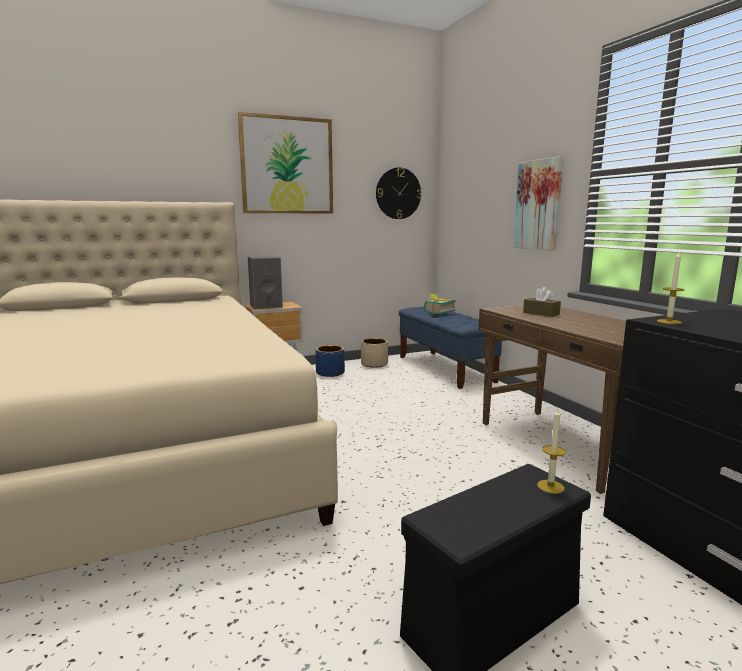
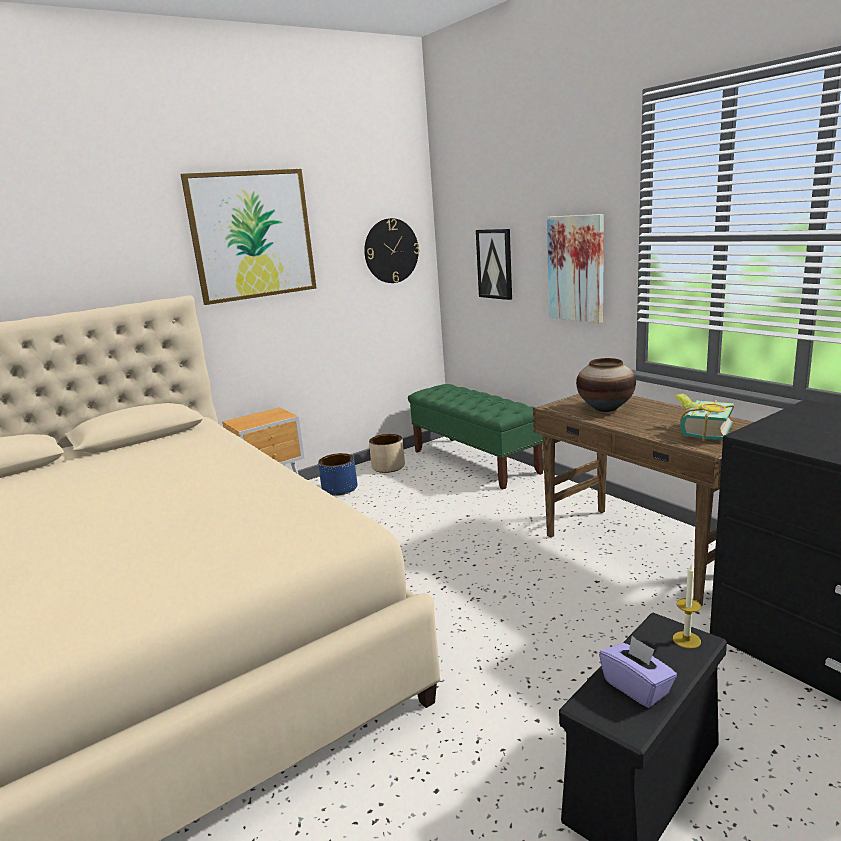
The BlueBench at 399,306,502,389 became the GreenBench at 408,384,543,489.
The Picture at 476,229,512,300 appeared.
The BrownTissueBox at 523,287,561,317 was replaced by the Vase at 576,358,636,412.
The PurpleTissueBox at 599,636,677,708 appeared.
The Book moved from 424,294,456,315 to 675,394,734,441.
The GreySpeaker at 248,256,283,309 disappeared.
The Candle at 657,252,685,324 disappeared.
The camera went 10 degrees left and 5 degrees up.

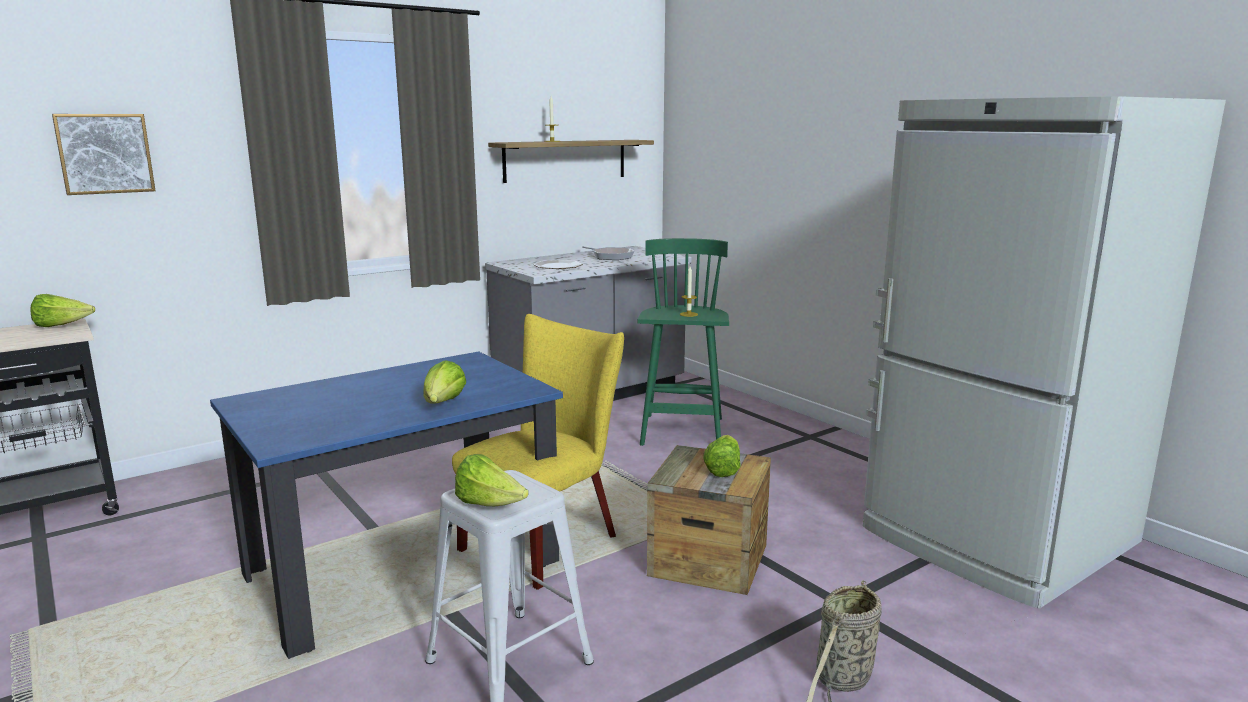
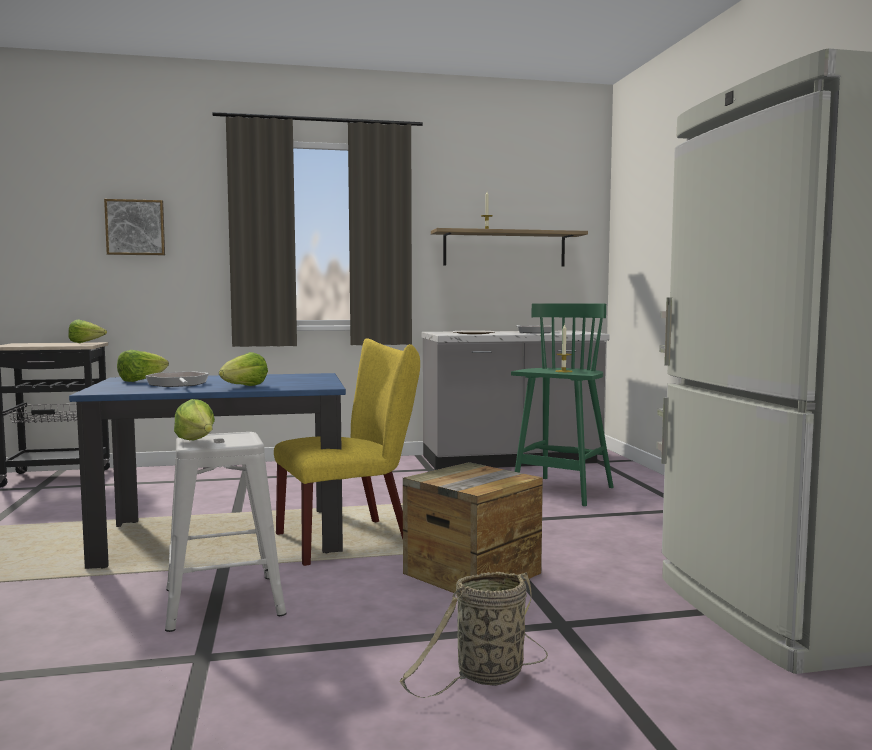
The Lettuce moved from 703,435,741,477 to 117,350,169,382.
The FryingPan at 145,371,209,387 appeared.
The camera went 25 degrees right and 10 degrees down.

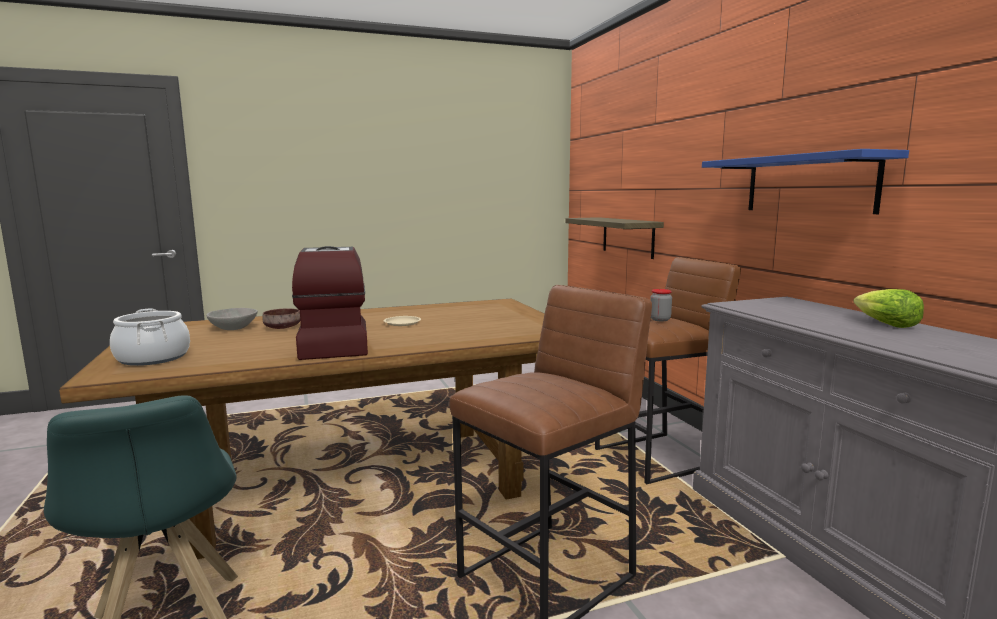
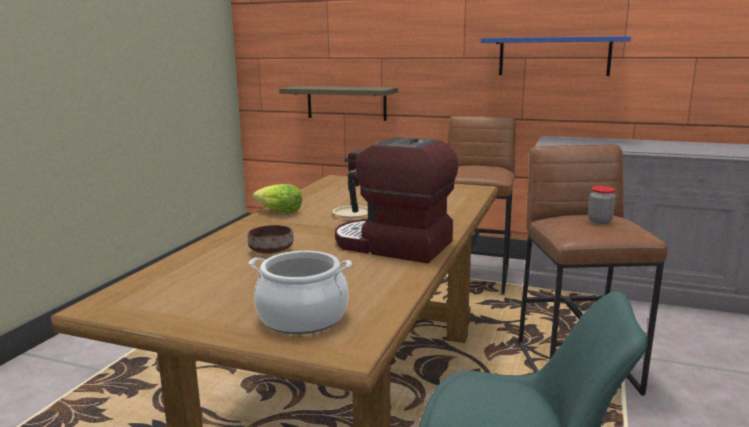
The Lettuce moved from 854,289,924,328 to 253,184,302,214.
The Jar moved from 650,289,672,321 to 588,186,616,224.
The GreyBowl at 206,308,258,330 disappeared.
The camera went 50 degrees left and 5 degrees up.

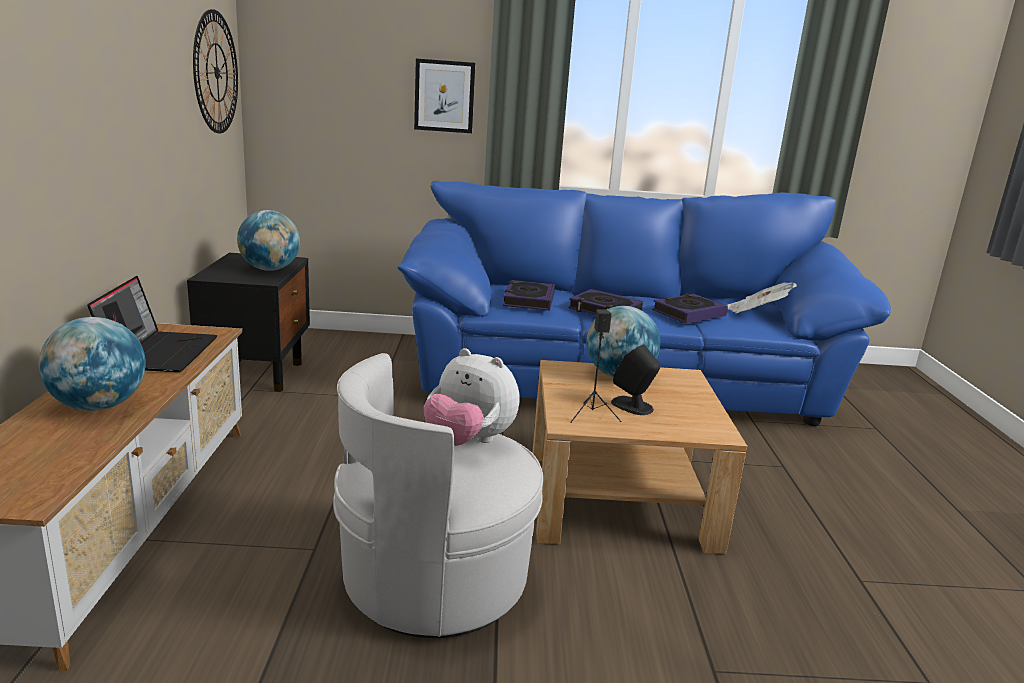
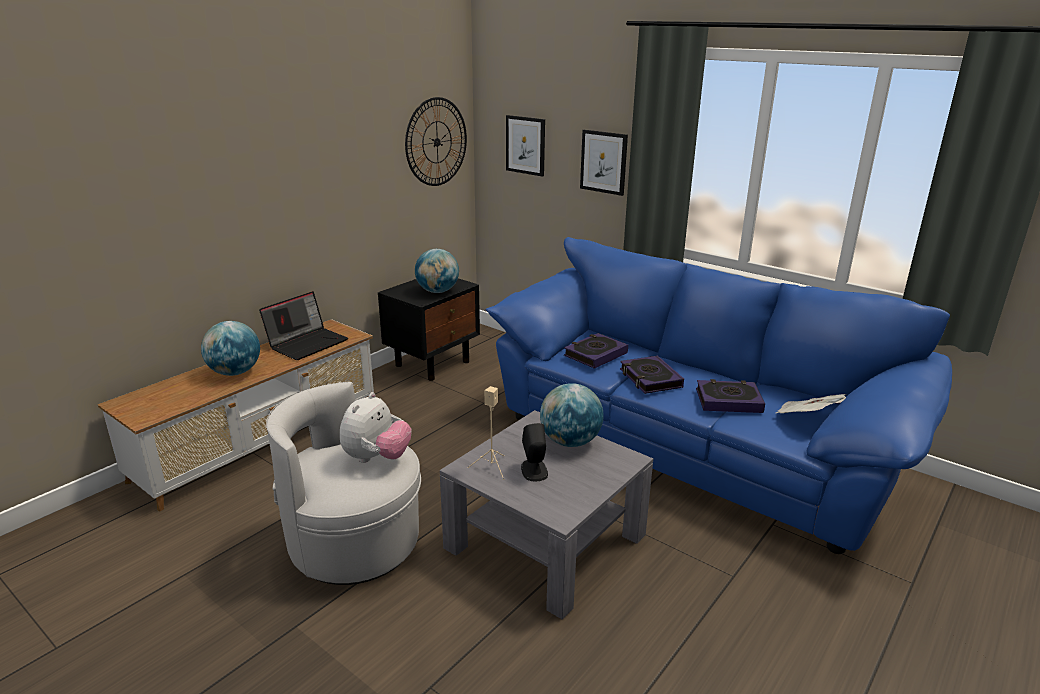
The PlushToy at 424,348,519,446 turned 135 degrees counterclockwise.
The BrownCoffeeTable at 533,360,747,554 became the GreyCoffeeTable at 440,410,653,619.
The BlackSpeaker at 570,309,621,423 became the BeigeSpeaker at 468,386,504,480.
The Picture at 506,115,545,176 appeared.
The camera went 40 degrees right and 5 degrees up.

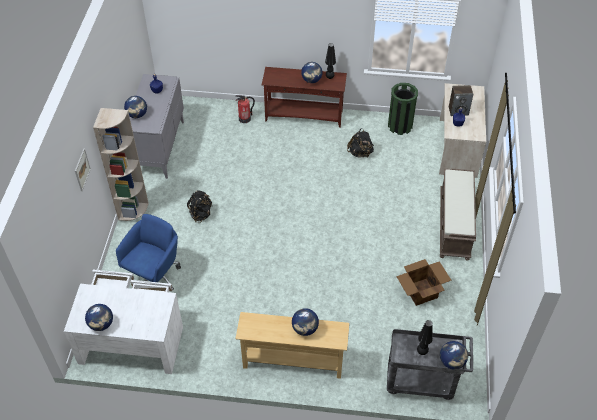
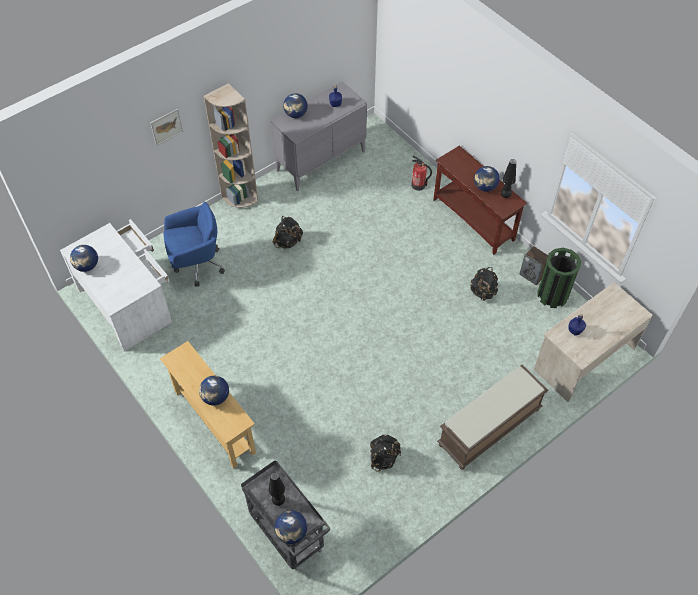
The CardboardBox at 396,259,451,306 was replaced by the BlackBackpack at 370,434,401,471.
The Speaker moved from 449,85,473,116 to 520,246,548,285.
The camera went 45 degrees right and 5 degrees up.

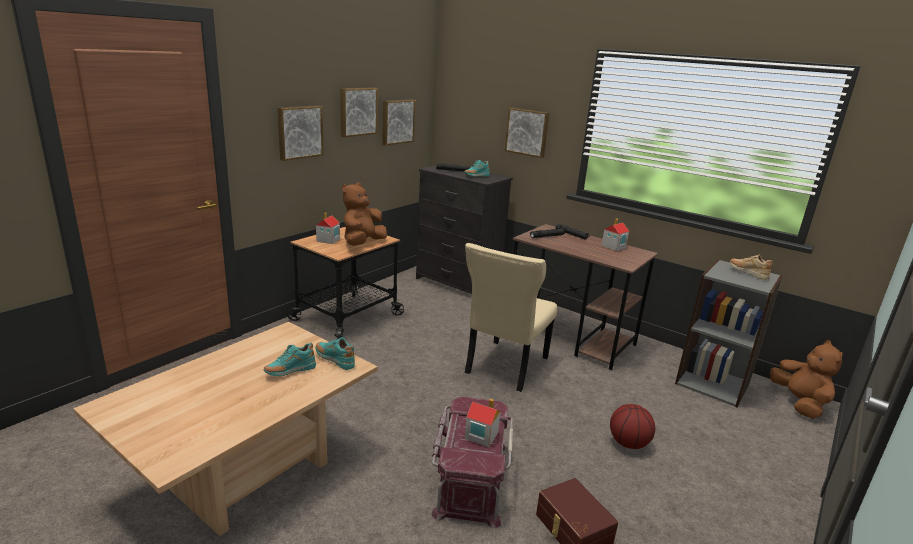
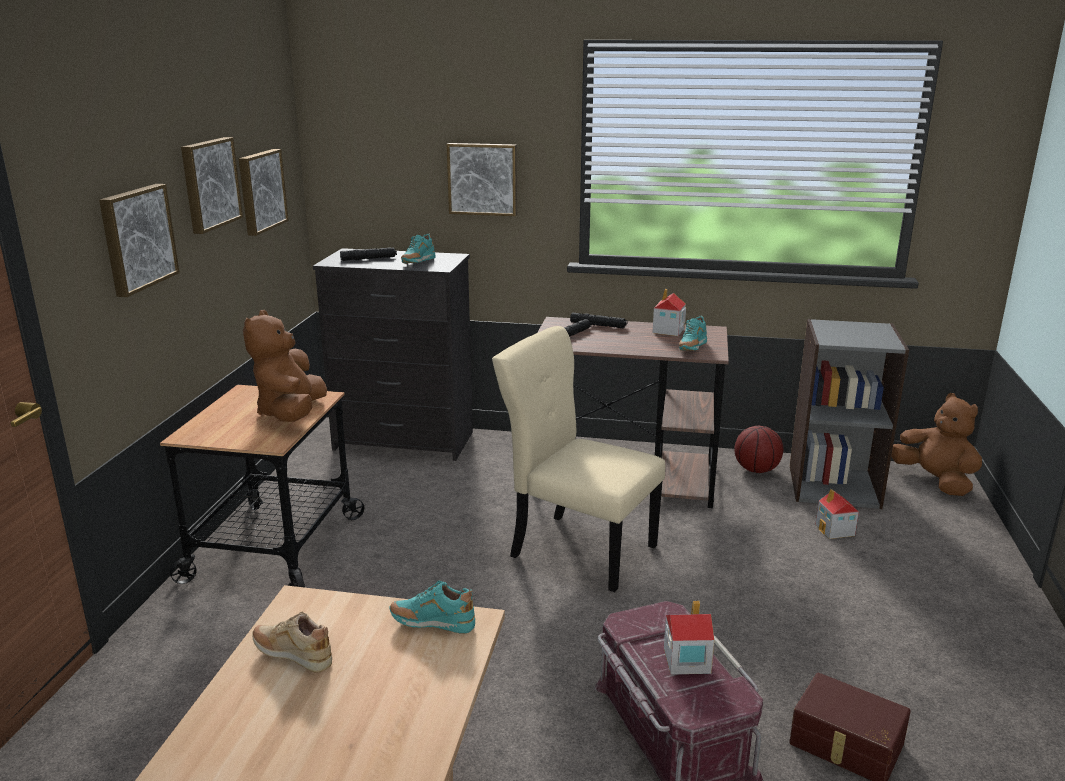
The BeigeShoe moved from 730,255,773,280 to 252,612,332,673.
The BeigeChair at 465,243,557,392 turned 120 degrees clockwise.
The TurquoiseShoe moved from 263,343,316,376 to 679,316,707,350.
The Basketball moved from 610,404,655,449 to 734,426,783,473.
The ToyHouse moved from 316,212,340,244 to 816,489,859,539.
The camera went 25 degrees left and 0 degrees up.

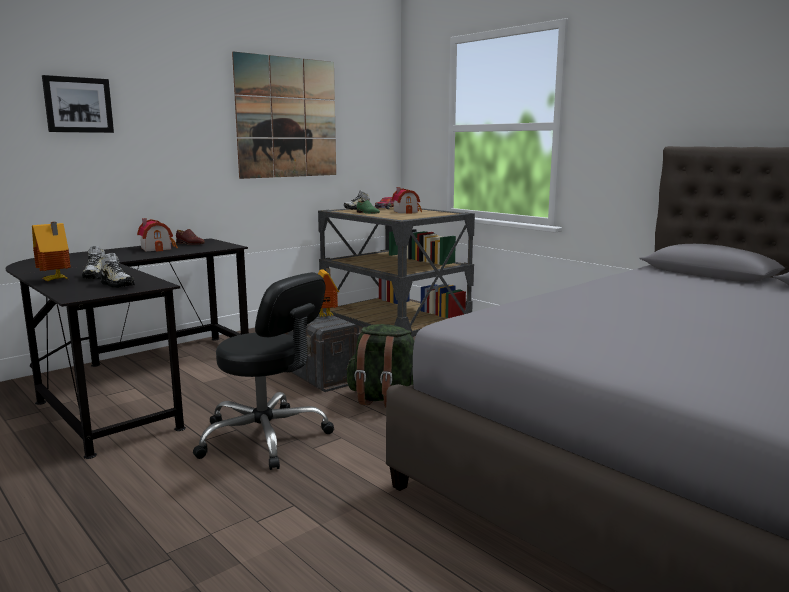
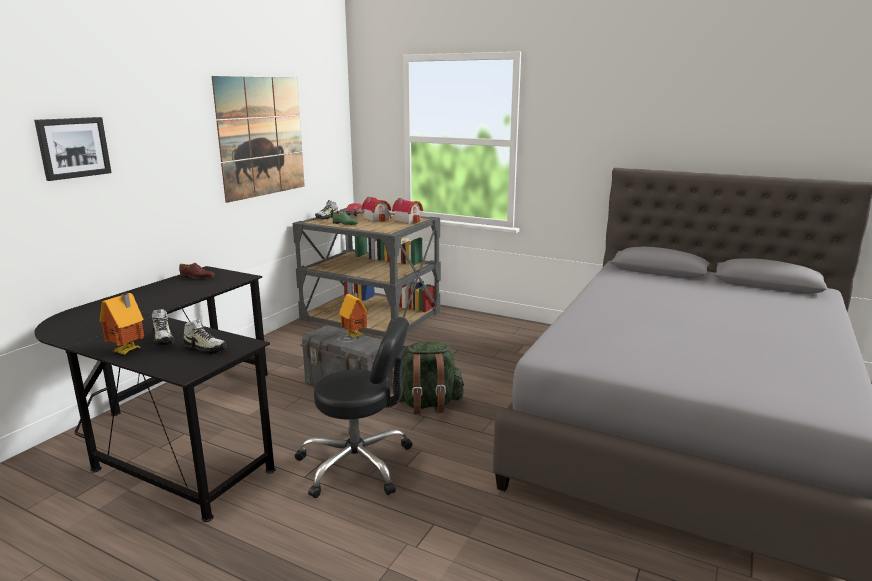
The ToyHouse moved from 137,218,178,252 to 392,198,423,224.
The camera went 20 degrees left and 5 degrees up.

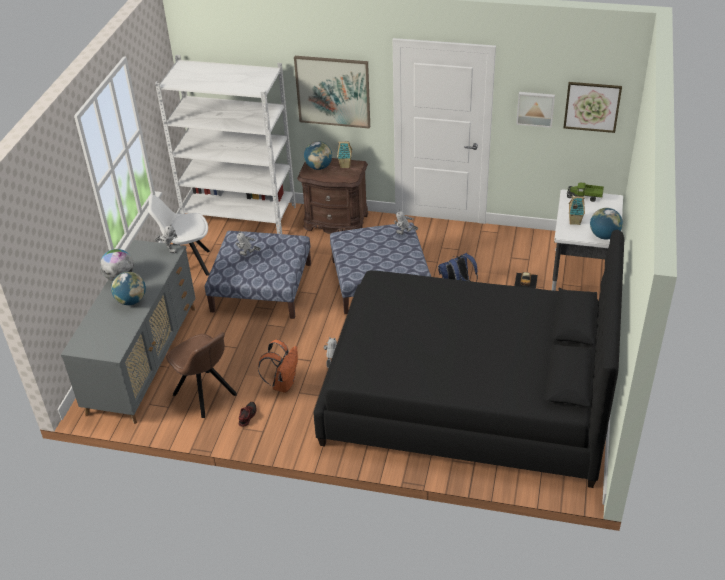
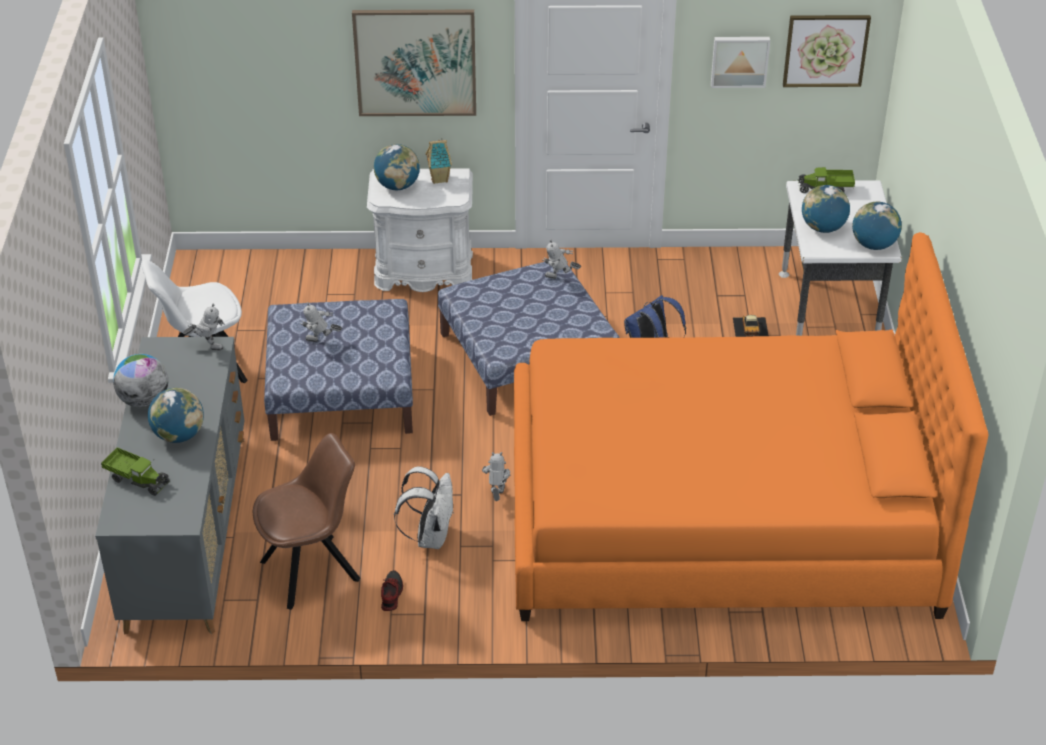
The ToyTruck at 101,447,170,496 appeared.
The BrownChair at 166,332,237,418 turned 60 degrees counterclockwise.
The BrownNightstand at 297,158,369,234 became the WhiteNightstand at 367,168,473,292.
The OrangeBackpack at 258,339,298,393 became the WhiteBackpack at 394,467,454,549.
The BlackBed at 314,230,624,488 became the OrangeBed at 514,232,989,621.
The ToyHouse at 568,196,585,225 was replaced by the Globe at 802,185,850,233.
The WhiteBookcase at 155,55,296,234 disappeared.
The camera went 15 degrees left and 0 degrees up.

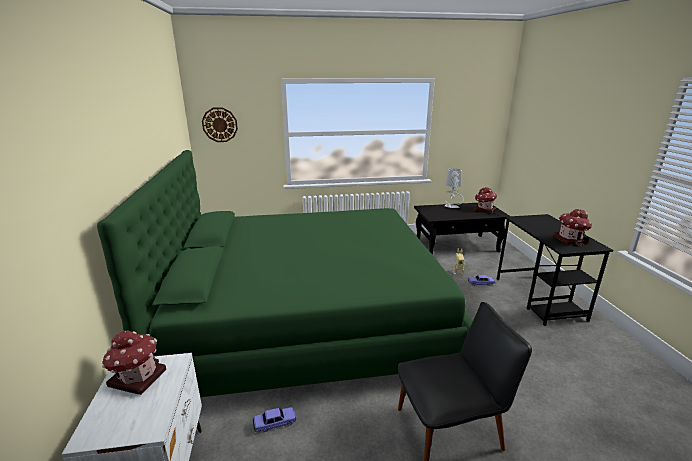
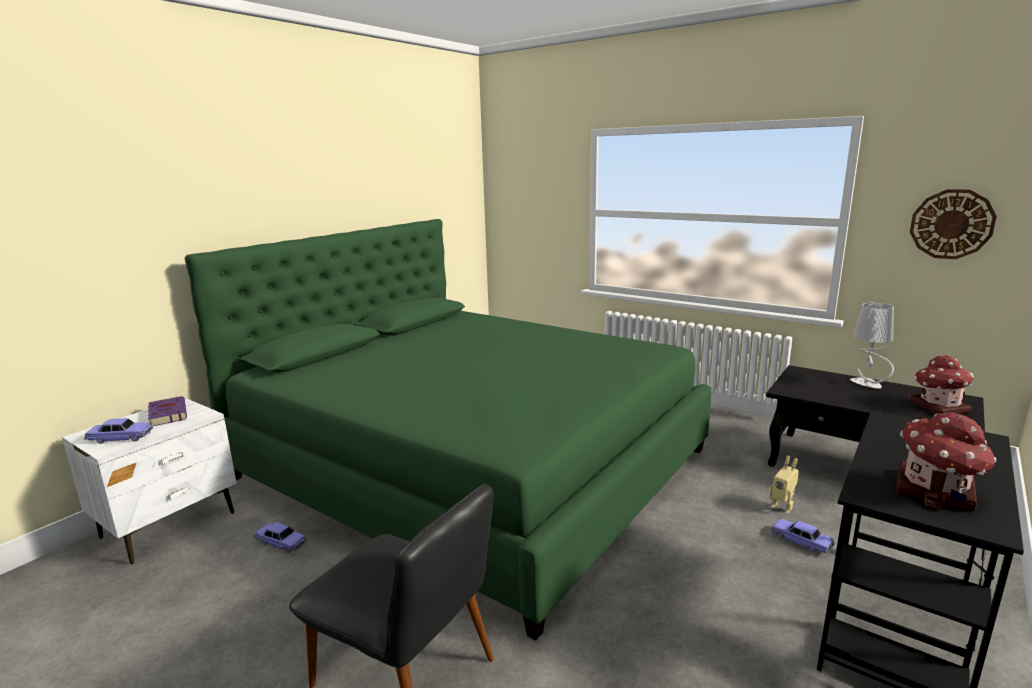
The ToyCar at 84,418,153,444 appeared.
The ToyHouse at 102,331,166,395 was replaced by the PurpleBook at 148,396,187,427.
The WallClock moved from 202,107,238,142 to 910,189,997,259.
The camera went 45 degrees right and 5 degrees down.

